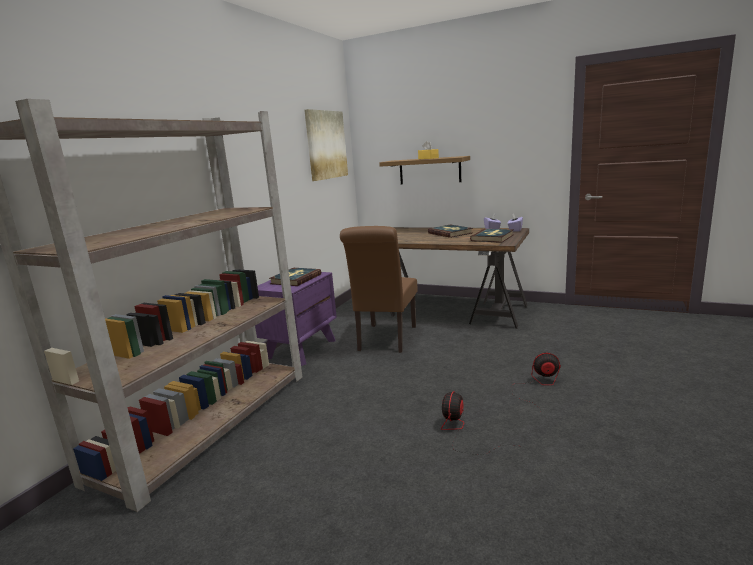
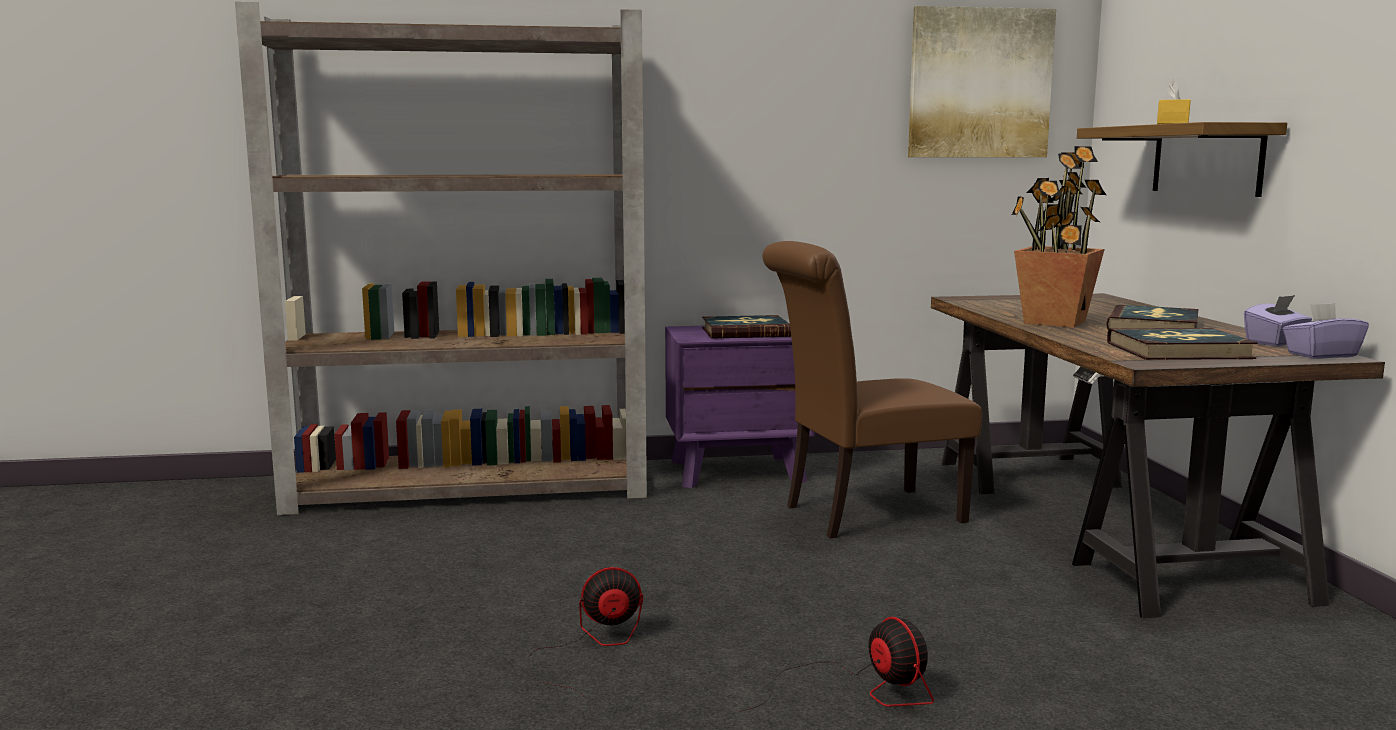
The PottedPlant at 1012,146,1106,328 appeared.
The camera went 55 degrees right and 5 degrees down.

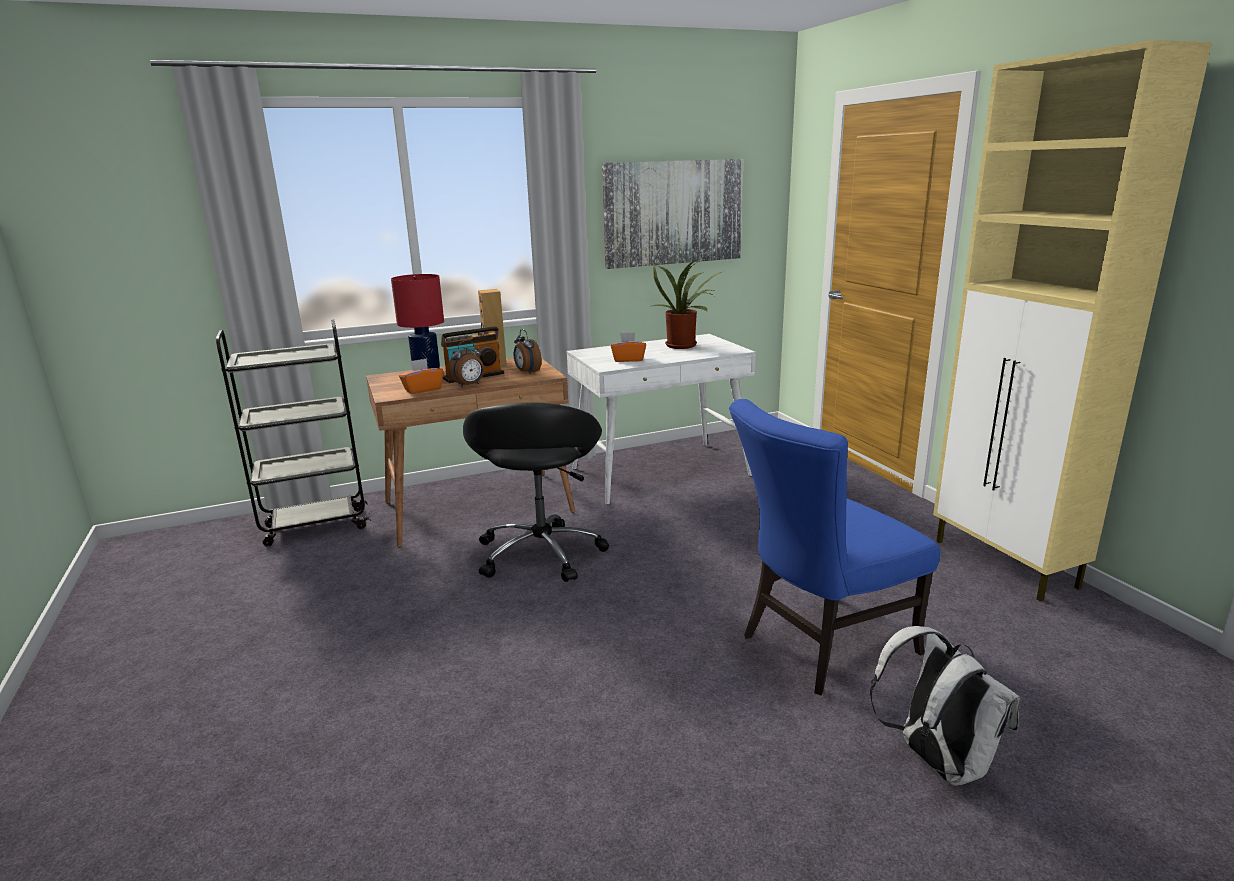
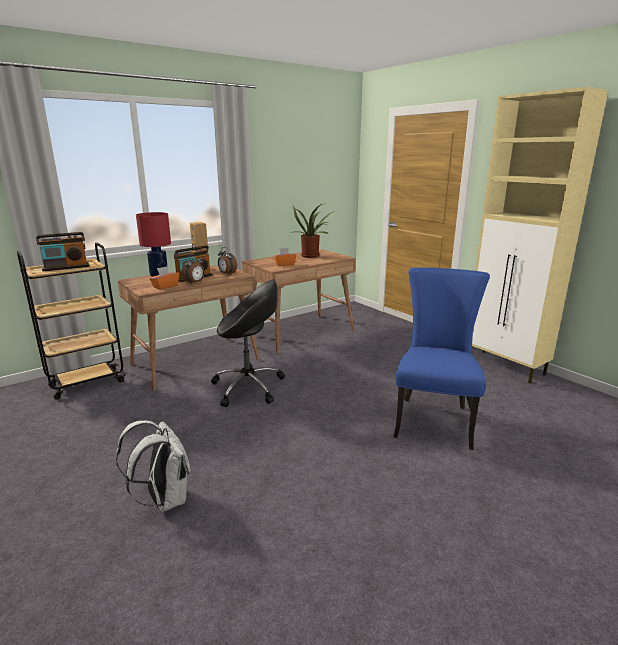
The GreyCart at 216,320,371,547 became the BrownCart at 17,243,128,400.
The Radio at 36,232,90,271 appeared.
The WhiteBackpack moved from 870,626,1020,786 to 116,420,190,512.
The BlackOfficeChair at 463,402,609,582 turned 75 degrees counterclockwise.
The WhiteDesk at 567,334,756,505 became the BrownDesk at 242,249,356,354.
The BlueChair at 729,399,940,696 turned 150 degrees clockwise.
The Picture at 602,159,743,269 disappeared.
The camera went 15 degrees left and 0 degrees up.

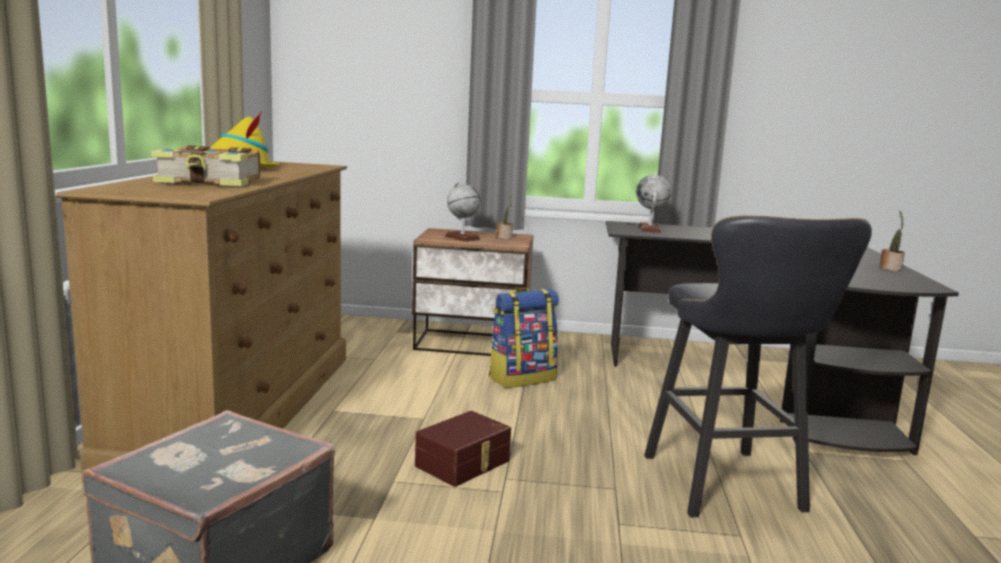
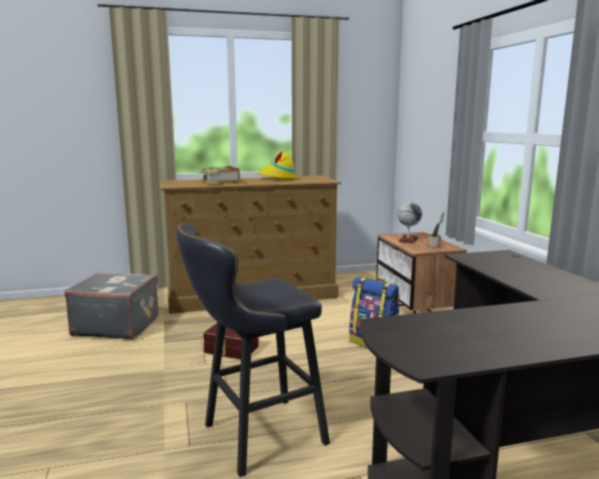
The Globe at 636,173,671,233 disappeared.
The PottedPlant at 879,210,905,271 disappeared.
The camera went 70 degrees right and 0 degrees up.

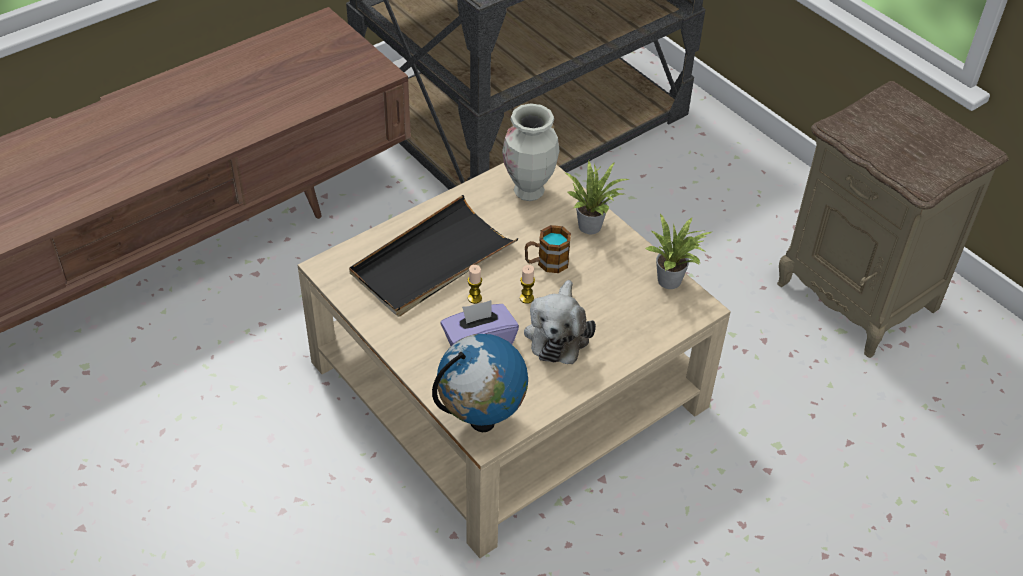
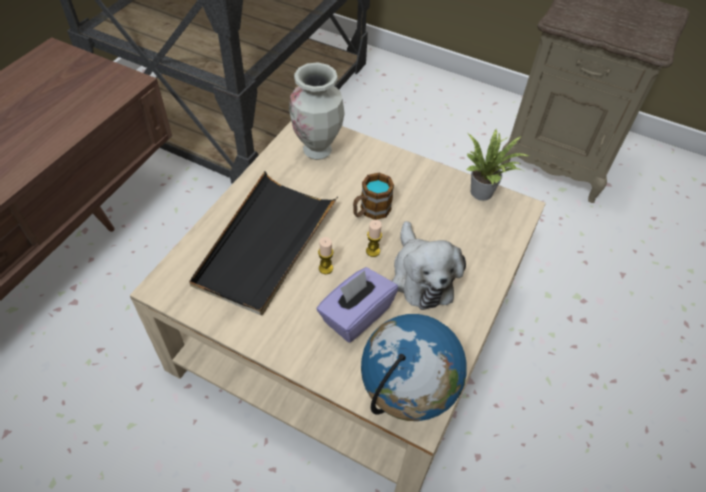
The PottedPlant at 566,161,629,234 disappeared.
The camera went 25 degrees left and 5 degrees up.

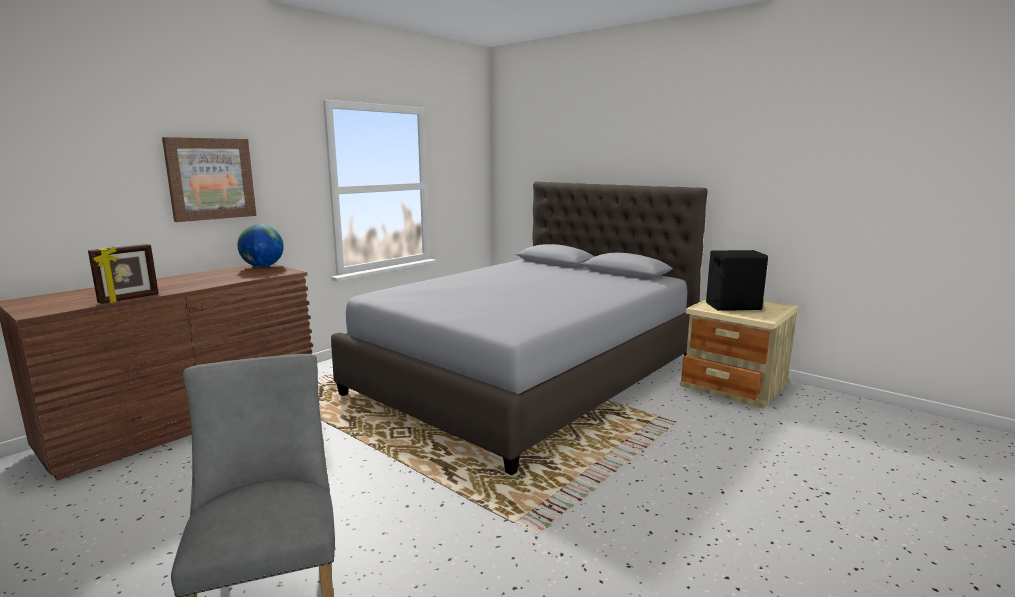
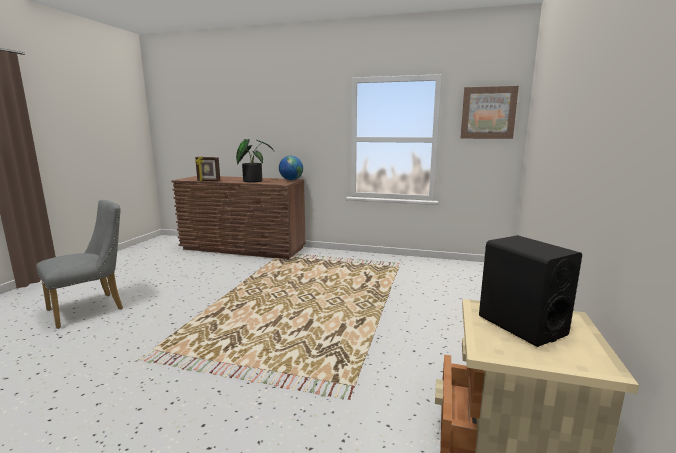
The PottedPlant at 236,139,274,183 appeared.
The Picture moved from 162,137,256,222 to 461,86,519,139.
The GreyBed at 331,182,708,475 disappeared.
The camera went 65 degrees right and 0 degrees up.

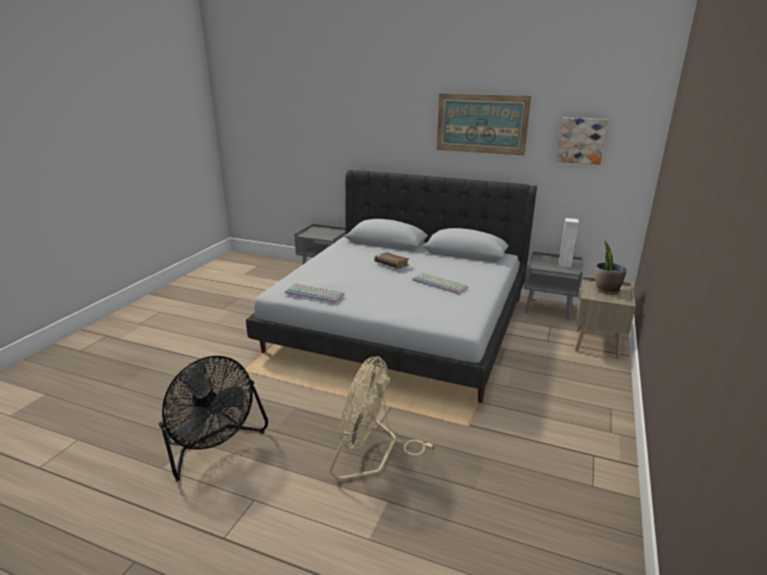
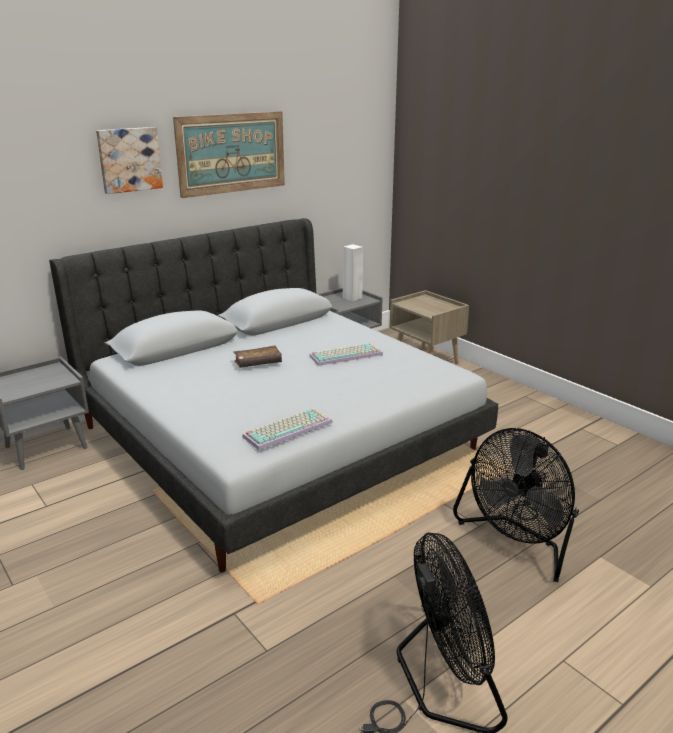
The Picture moved from 556,117,608,165 to 96,127,163,194.
The BeigeFan at 330,356,434,482 became the BlackFan at 453,428,579,582.
The PottedPlant at 595,240,627,294 disappeared.
The camera went 60 degrees left and 0 degrees up.

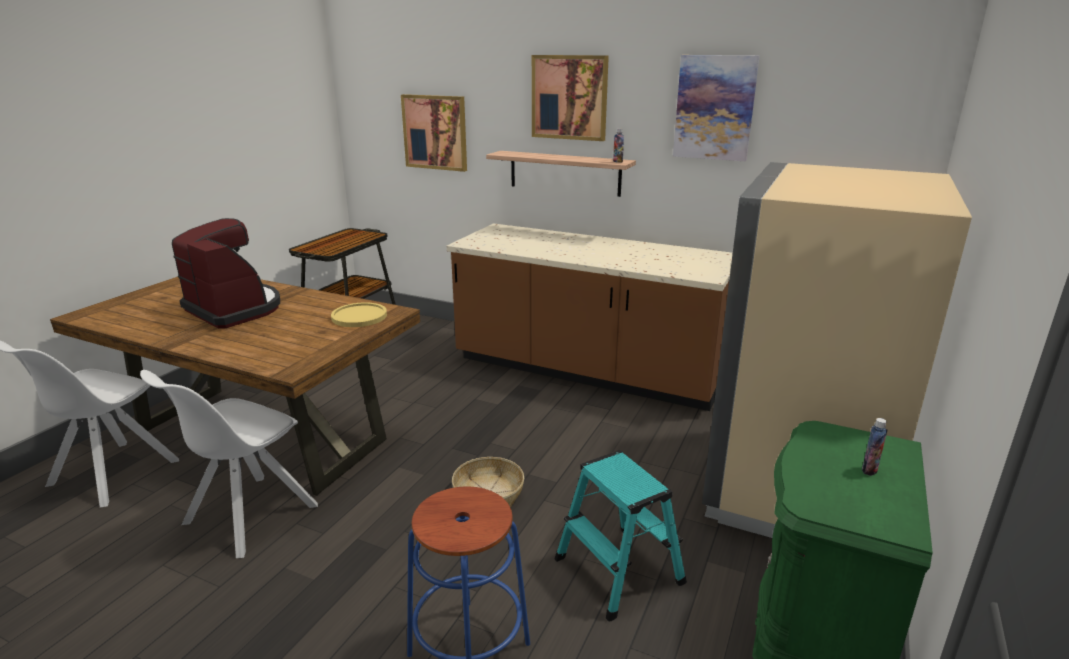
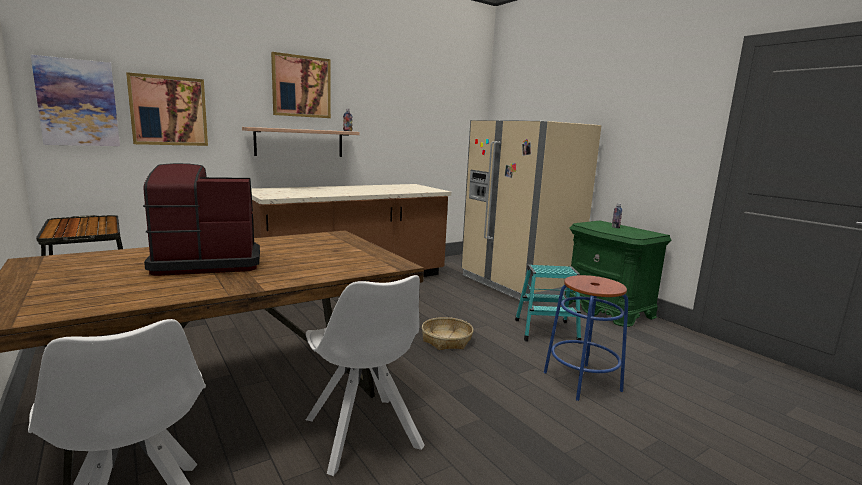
The Picture moved from 673,55,760,161 to 31,55,120,146.
The YellowPlate at 331,302,387,327 disappeared.
The camera went 60 degrees left and 10 degrees down.

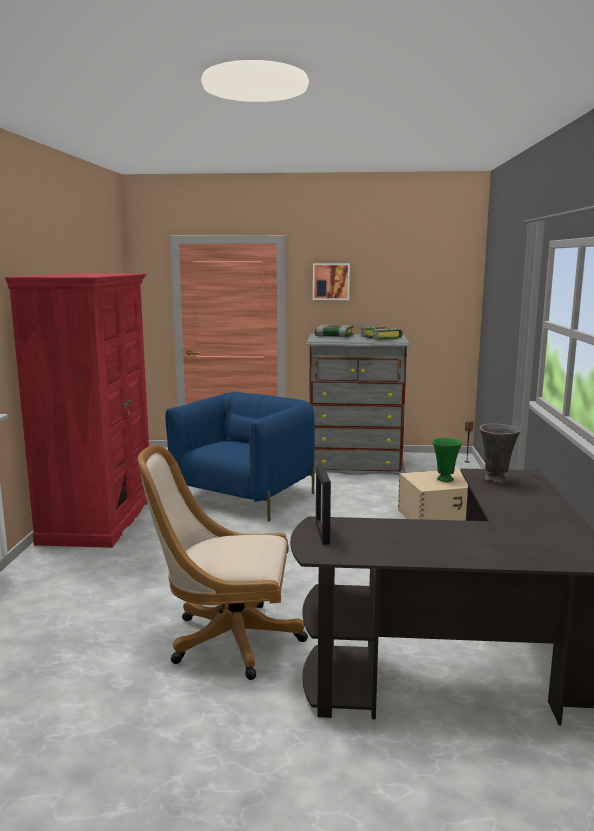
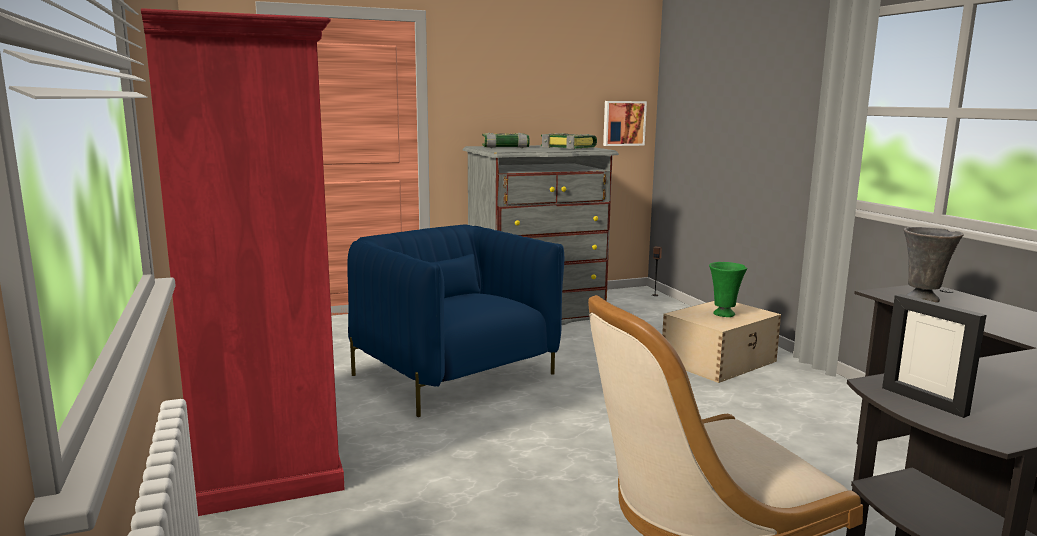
The BlueArmchair at 166,392,314,522 turned 45 degrees counterclockwise.
The Picture moved from 313,263,350,300 to 603,101,647,146.
The camera went 25 degrees left and 0 degrees up.

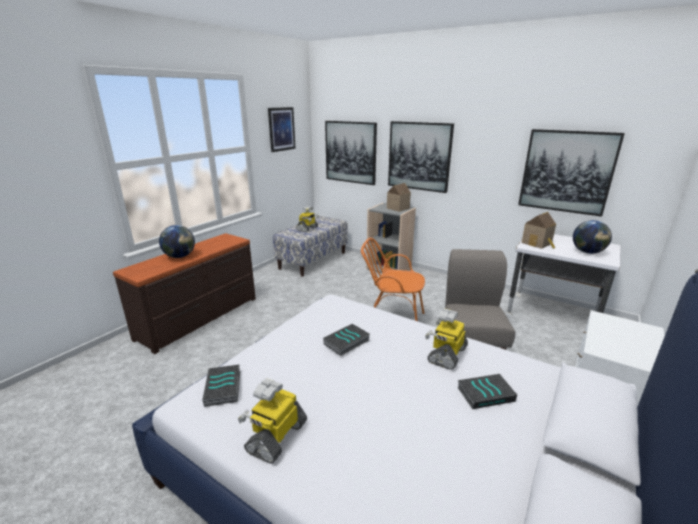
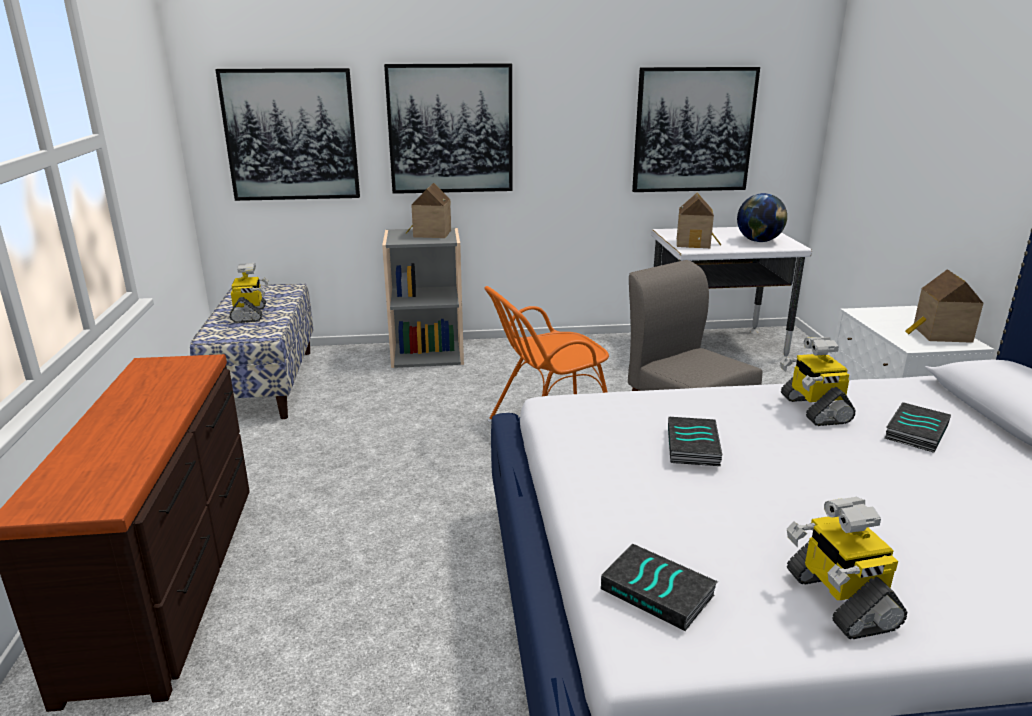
The ToyHouse at 905,269,983,343 appeared.
The Globe at 159,225,195,258 disappeared.
The Picture at 268,107,296,152 disappeared.
The camera went 40 degrees left and 0 degrees up.

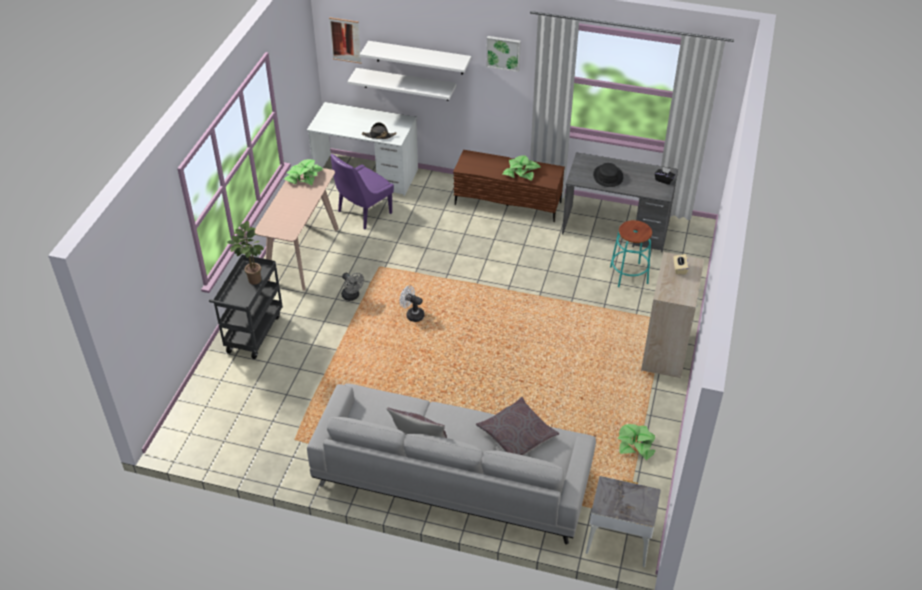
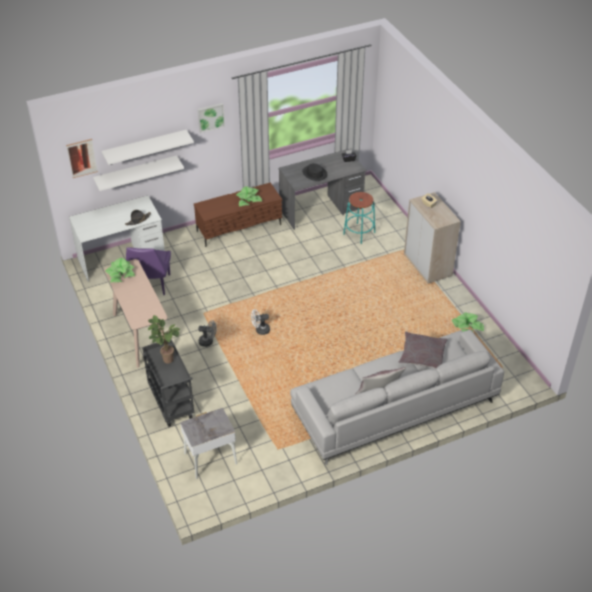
The SideTable moved from 586,476,661,567 to 180,408,237,479.
The camera went 40 degrees left and 0 degrees up.

